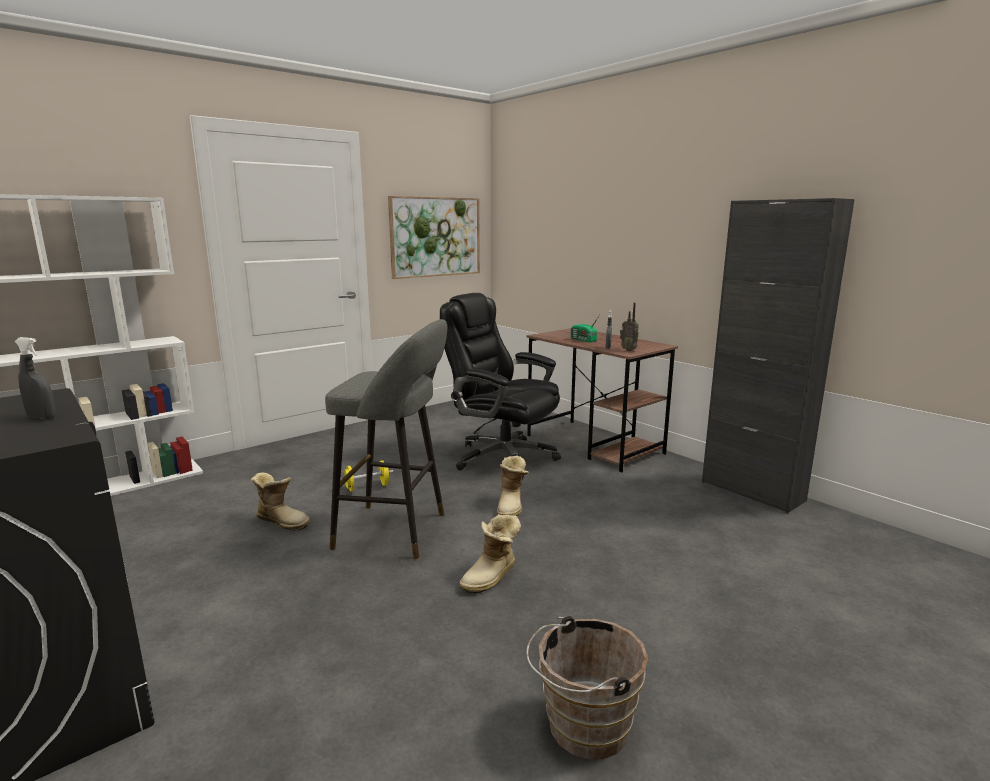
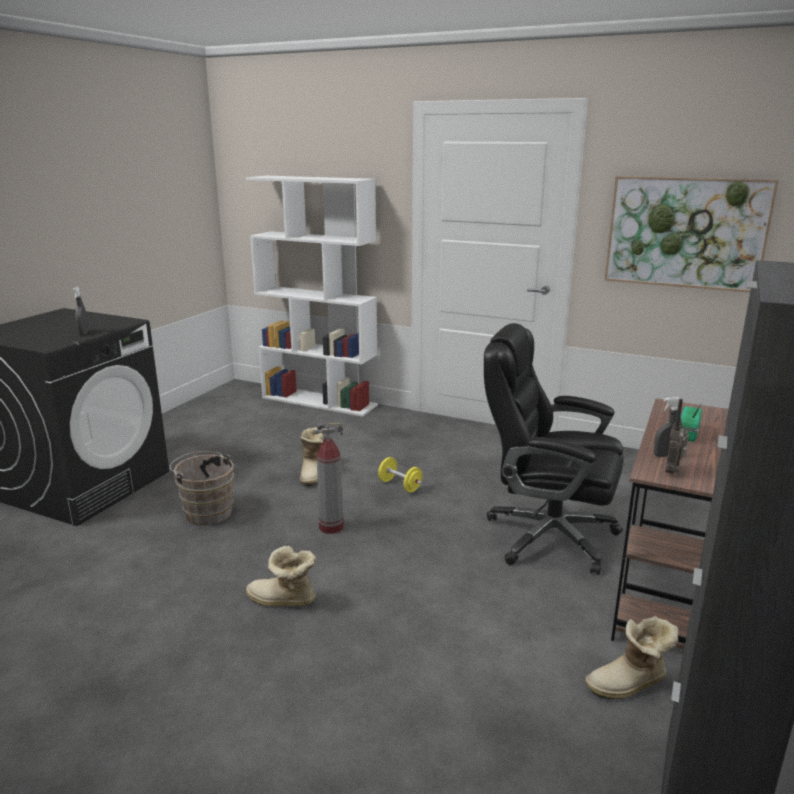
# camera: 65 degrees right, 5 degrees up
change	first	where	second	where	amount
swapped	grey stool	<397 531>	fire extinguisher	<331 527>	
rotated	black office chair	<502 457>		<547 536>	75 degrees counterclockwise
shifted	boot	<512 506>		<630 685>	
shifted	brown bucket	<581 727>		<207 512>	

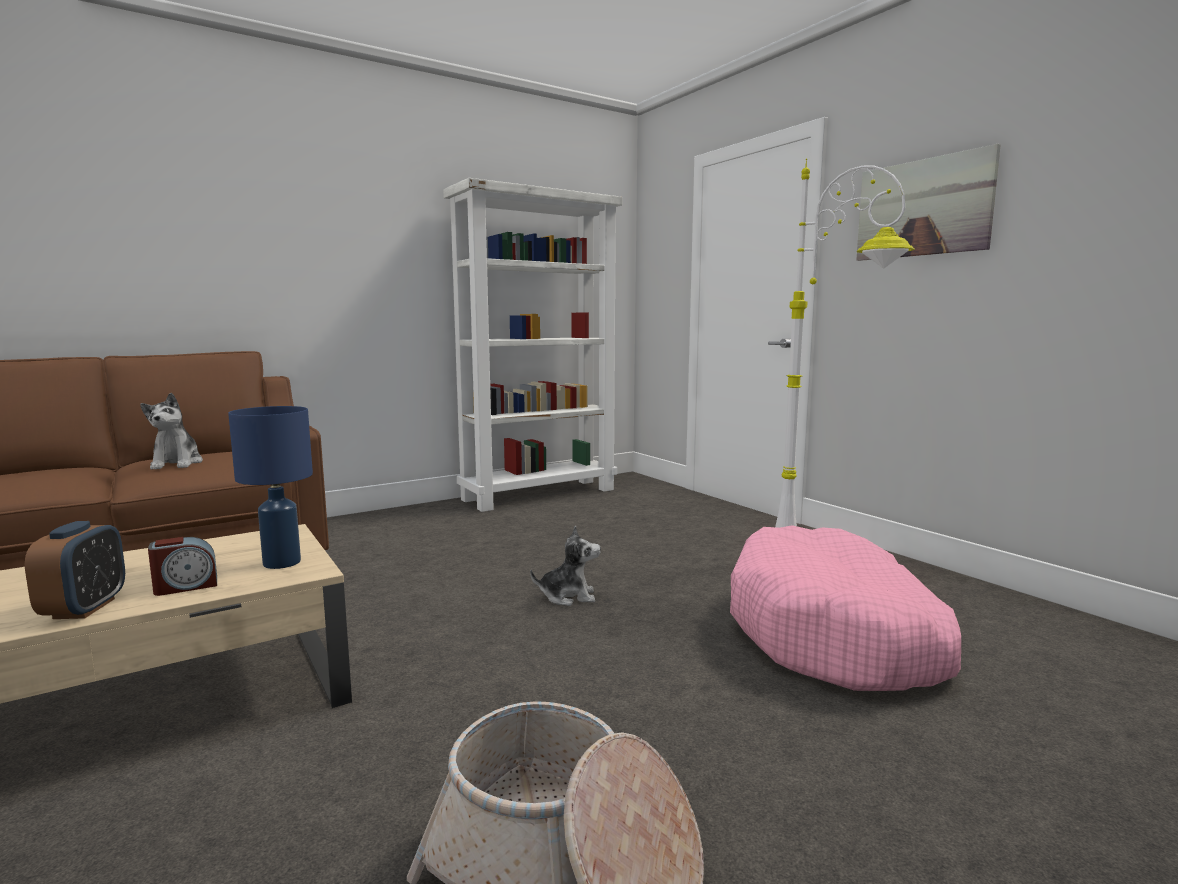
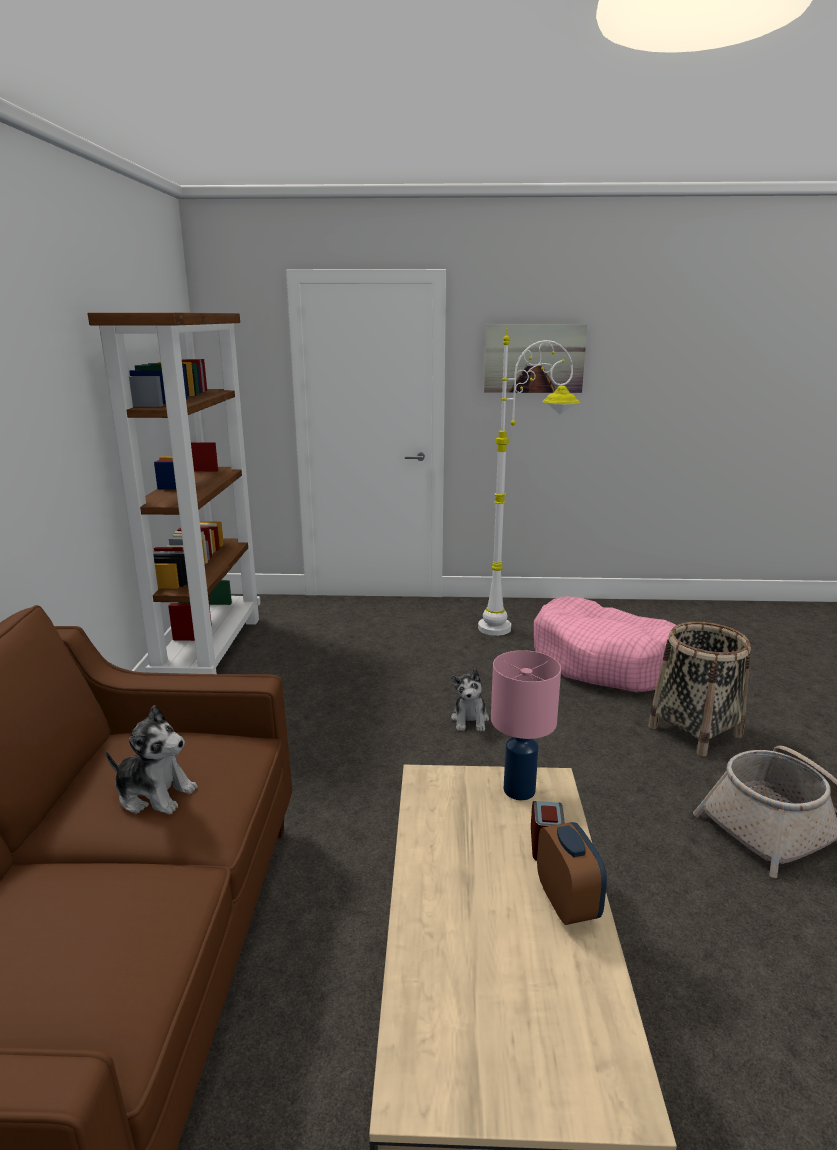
# camera: 55 degrees left, 10 degrees up
change	first	where	second	where	amount
rotated	alarm clock	<84 608>		<567 903>	45 degrees clockwise
repainted	blue table lamp	<282 562>	pink table lamp	<518 790>	
repainted	white bookcase	<540 494>	brown bookcase	<210 651>	
rotated	plush toy	<568 596>		<470 720>	150 degrees clockwise
new			basket	<695 731>	

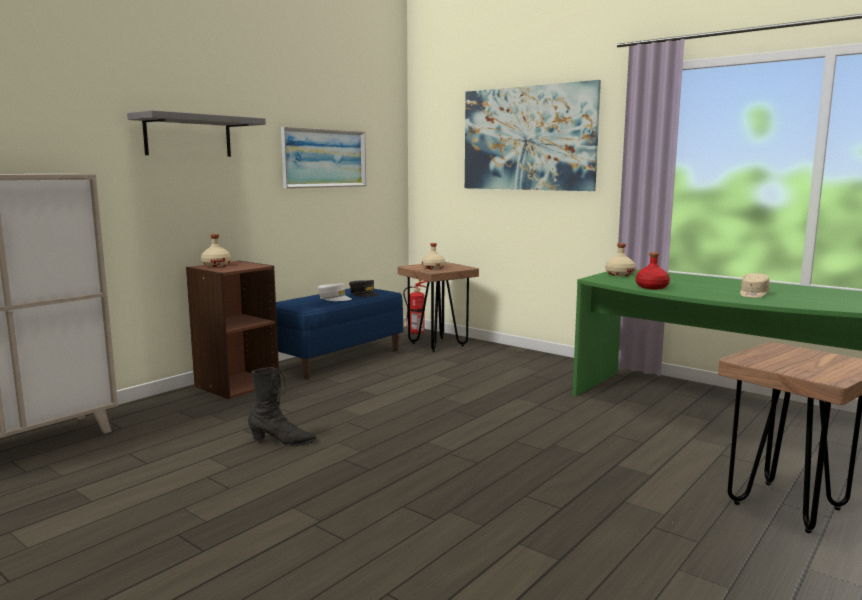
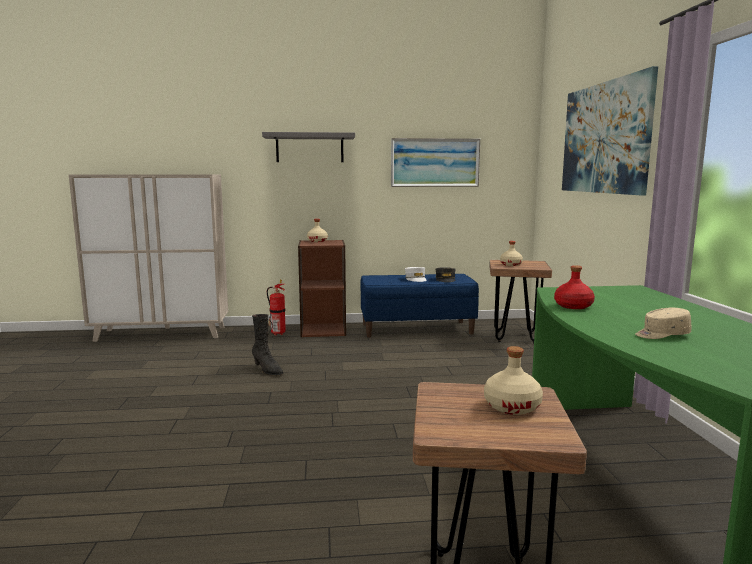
# camera: 45 degrees right, 0 degrees up
change	first	where	second	where	amount
shifted	fire extinguisher	<415 333>		<277 333>	
shifted	beige bottle	<619 274>		<512 406>	

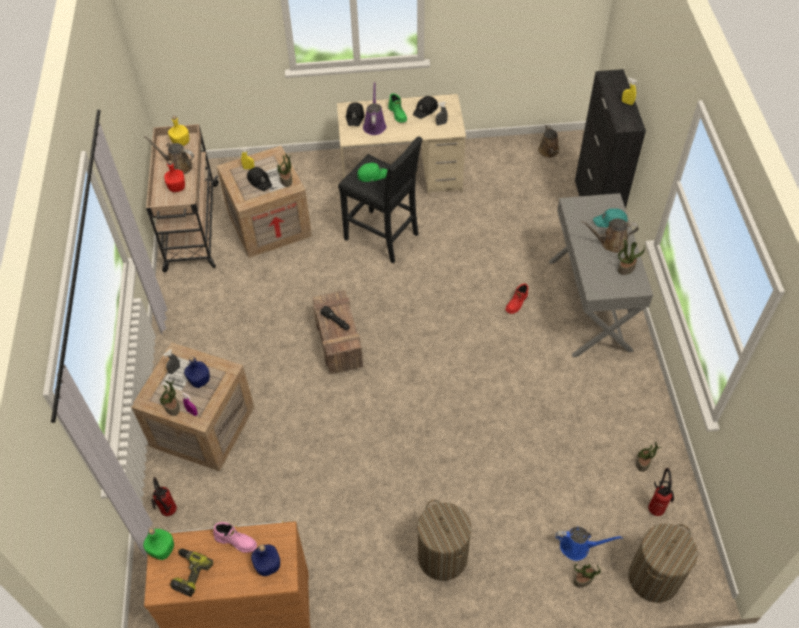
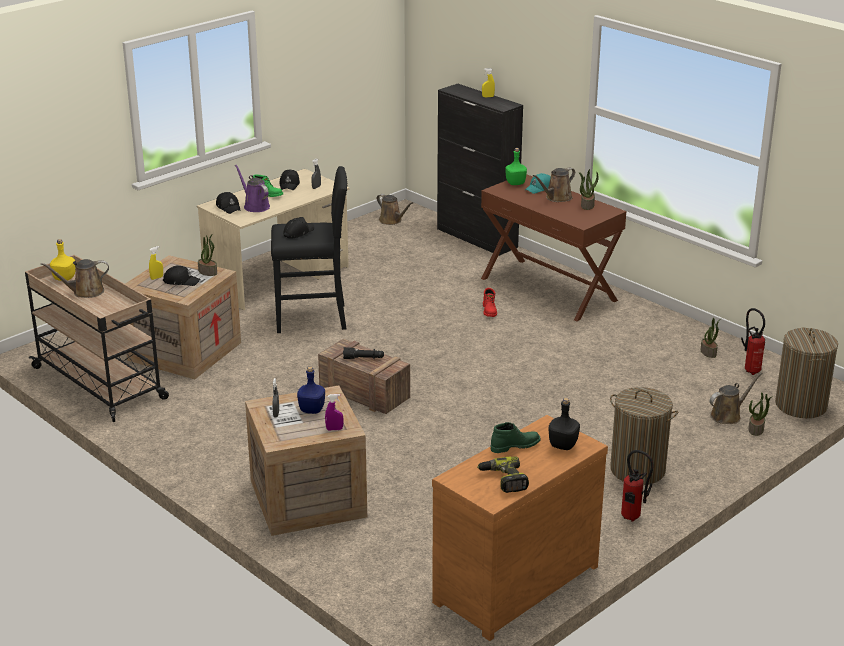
# camera: 40 degrees left, 25 degrees down
change	first	where	second	where	amount
shifted	green bottle	<162 550>		<515 183>	
shifted	fire extinguisher	<168 513>		<633 519>	
gone	potted plant	<172 407>			
gone	red bottle	<177 188>			
repainted	pink boot	<236 541>	green boot	<515 445>	
repainted	blue bottle	<267 566>	black bottle	<563 445>	
repainted	green cap	<372 175>	black cap	<298 232>	
repainted	grey console table	<590 304>	brown console table	<549 289>	
repainted	blue watering can	<578 547>	brown watering can	<728 415>	

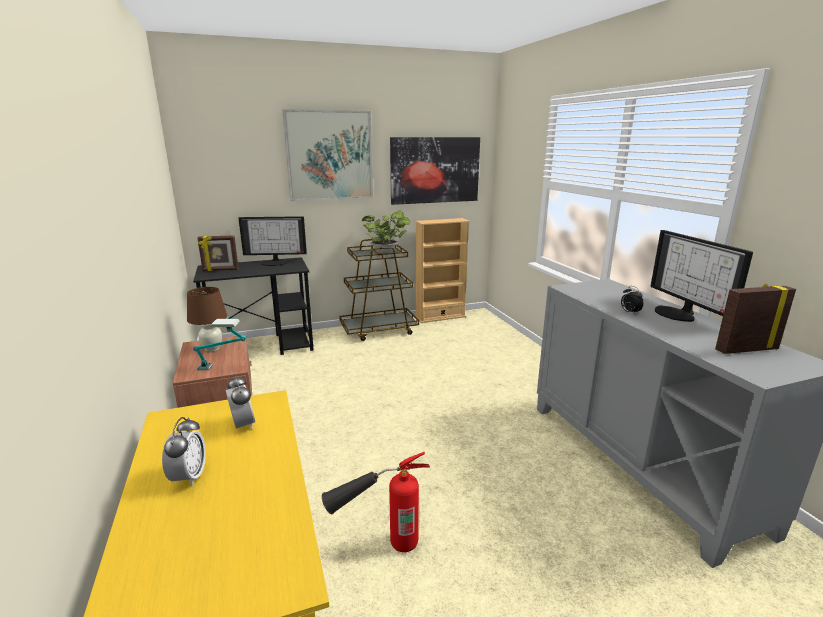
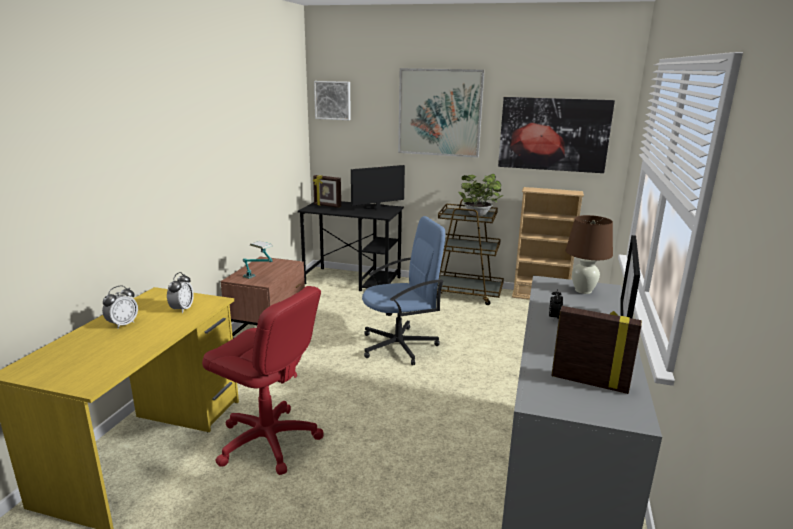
# camera: 35 degrees right, 0 degrees up
change	first	where	second	where	amount
shifted	brown table lamp	<212 348>		<583 290>	
rotated	monitor	<275 262>		<374 207>	120 degrees clockwise
swapped	fire extinguisher	<377 544>	red office chair	<268 441>	
new			picture	<333 100>	
new			blue office chair	<400 346>	

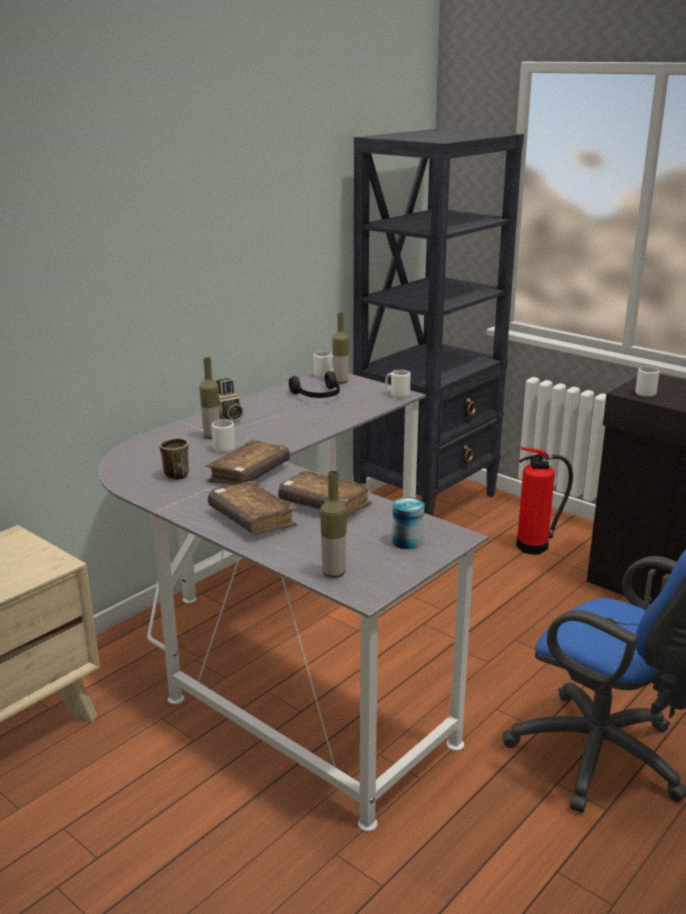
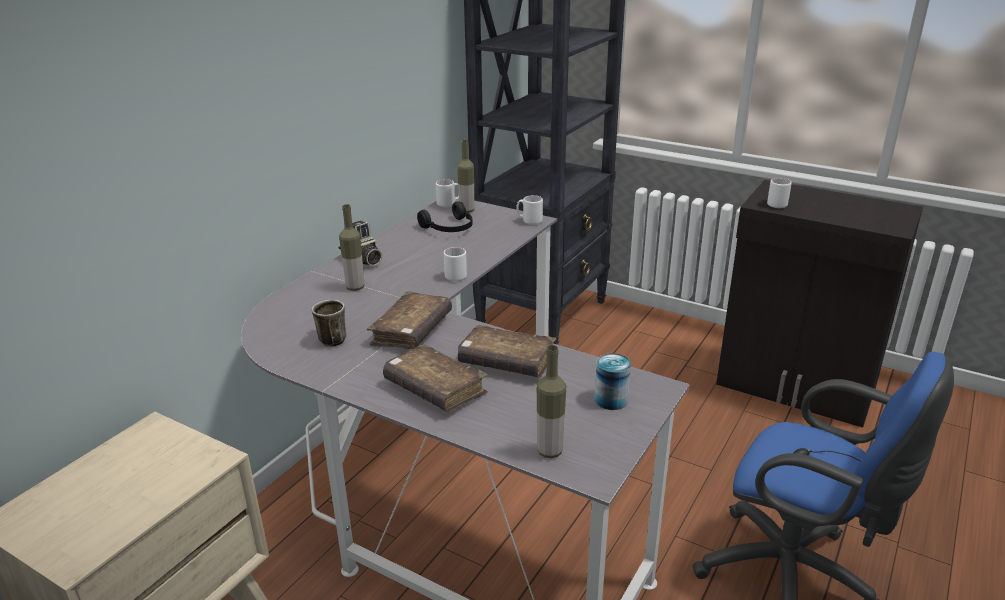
# camera: 10 degrees left, 5 degrees up
change	first	where	second	where	amount
shifted	white mug	<225 448>		<456 275>	
gone	fire extinguisher	<535 546>			

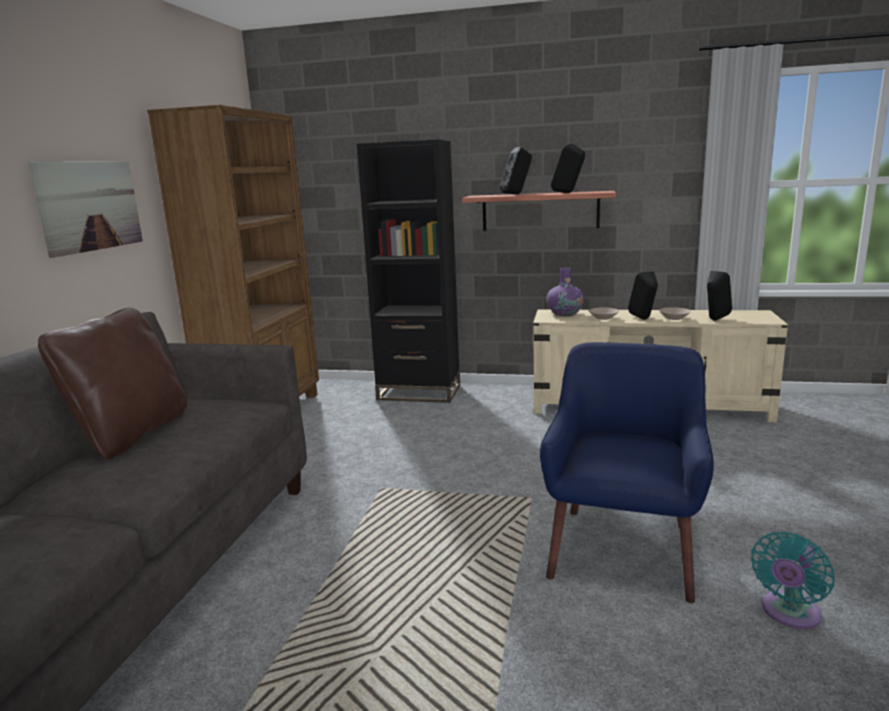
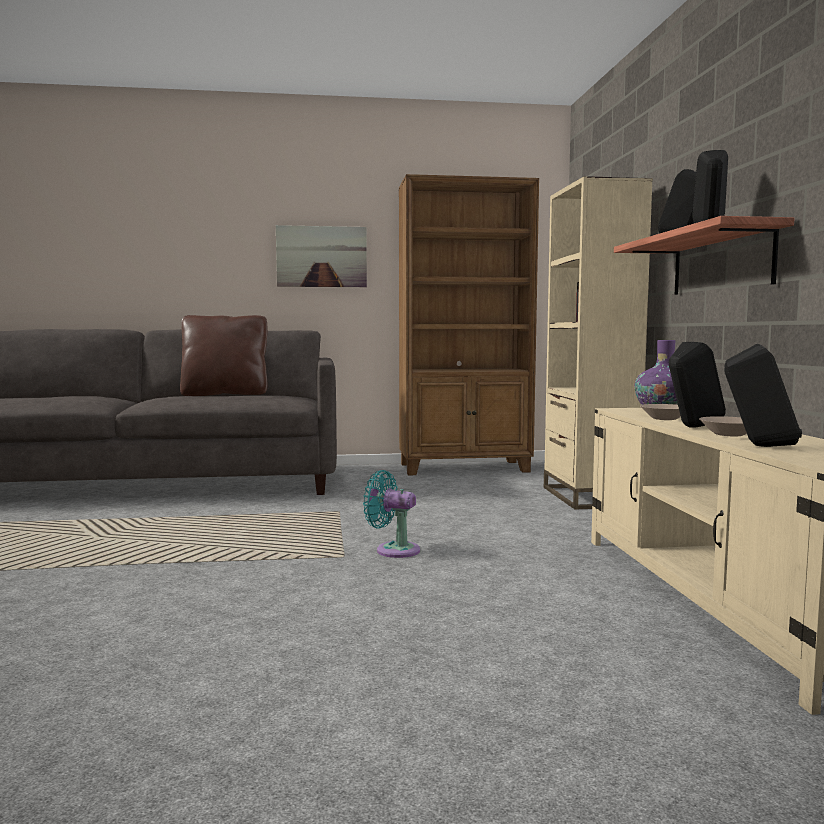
# camera: 70 degrees right, 10 degrees down
change	first	where	second	where	amount
repainted	black bookcase	<419 392>	beige bookcase	<588 497>	
gone	blue armchair	<623 549>			
shifted	turquoise fan	<789 614>		<393 550>	

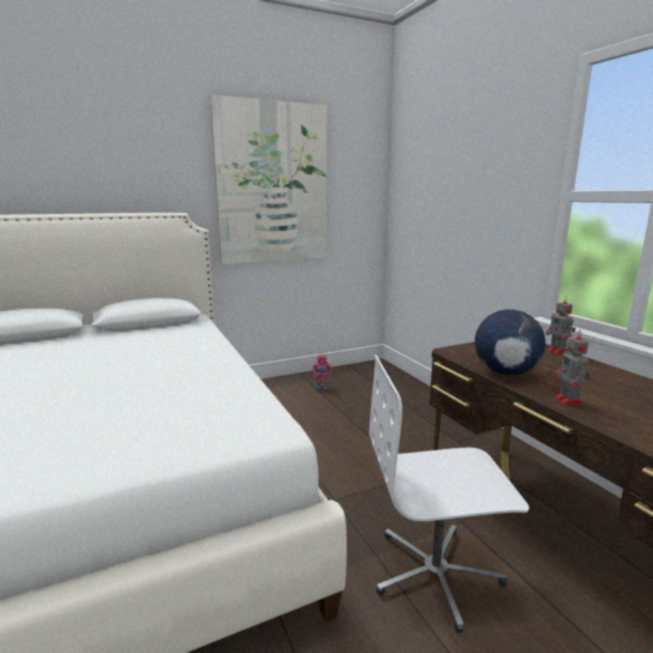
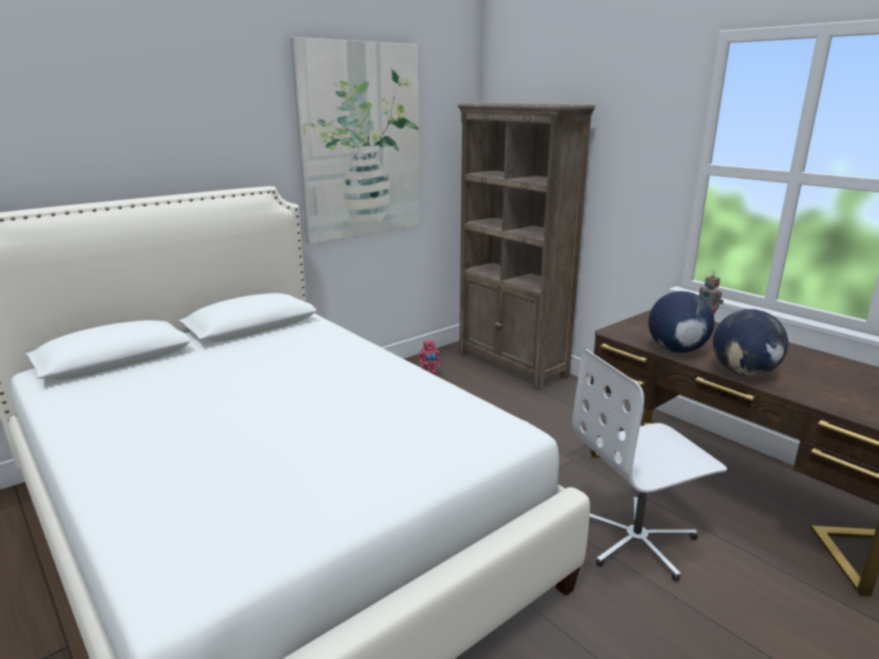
# camera: 15 degrees left, 5 degrees up
change	first	where	second	where	amount
swapped	toy robot	<569 402>	globe	<744 373>	
new			brown bookcase	<512 365>	

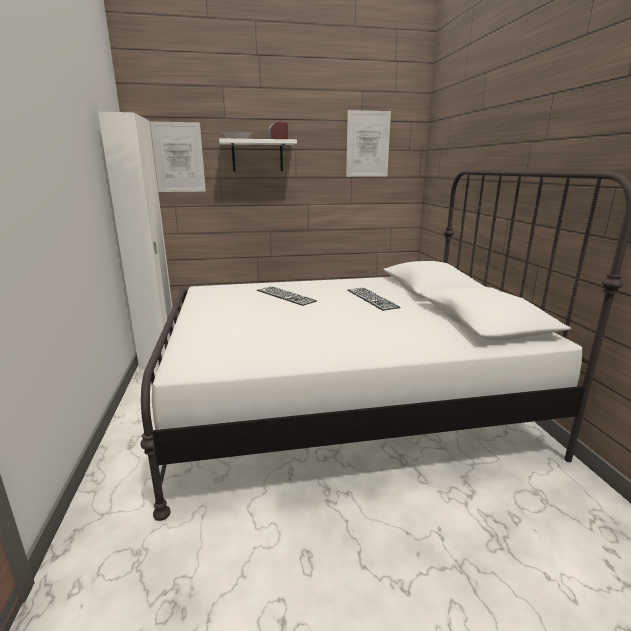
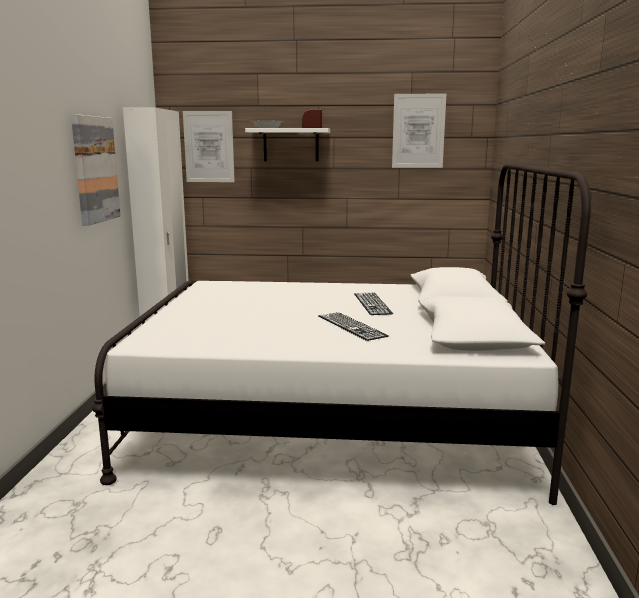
# camera: 15 degrees right, 5 degrees down
change	first	where	second	where	amount
shifted	keyboard	<285 295>		<351 326>	
new			picture	<94 169>	

